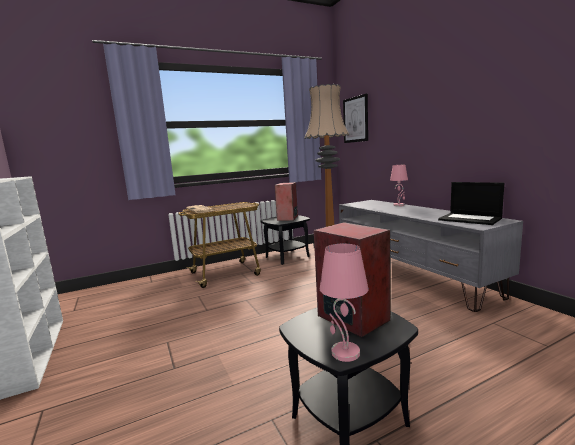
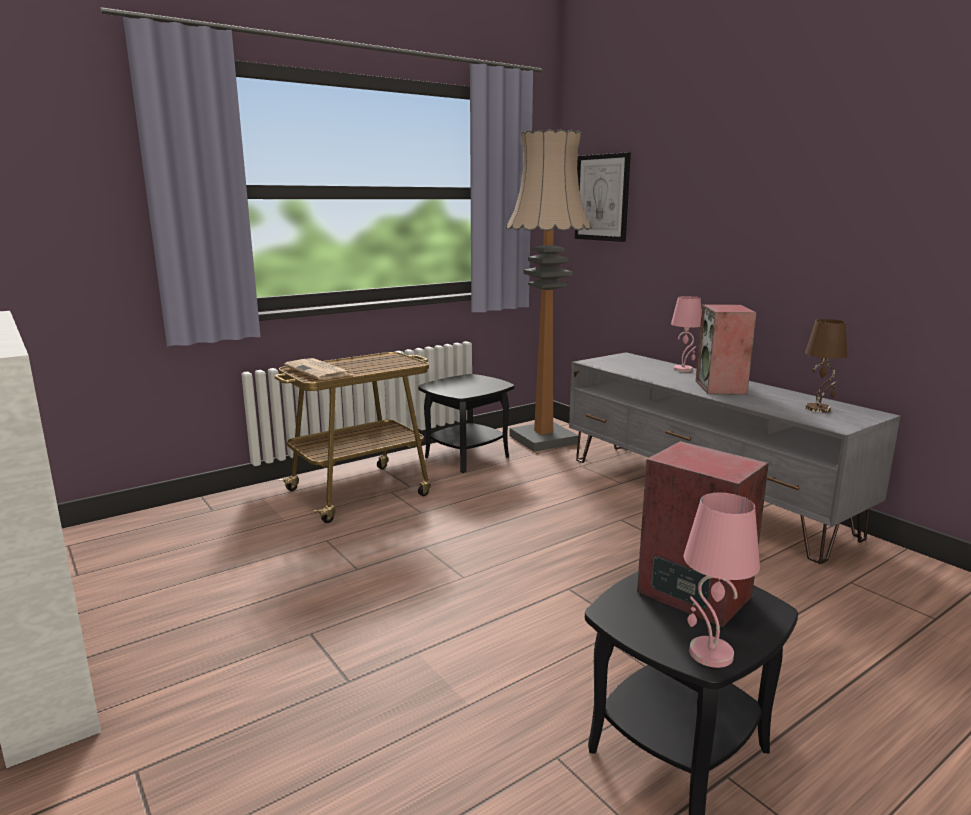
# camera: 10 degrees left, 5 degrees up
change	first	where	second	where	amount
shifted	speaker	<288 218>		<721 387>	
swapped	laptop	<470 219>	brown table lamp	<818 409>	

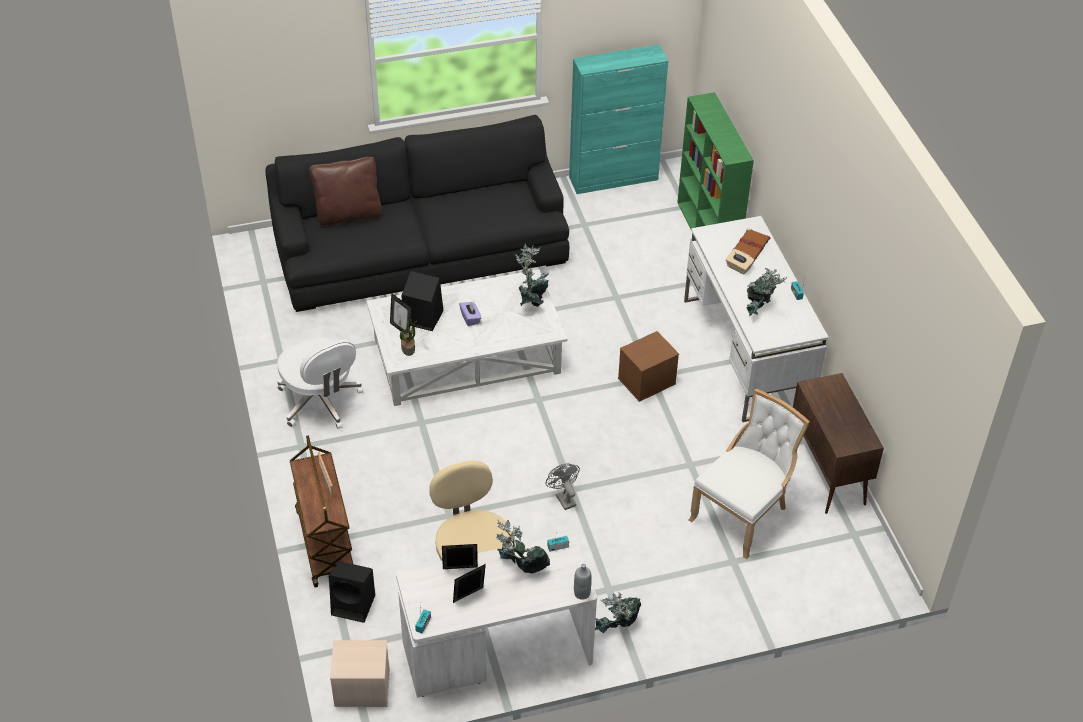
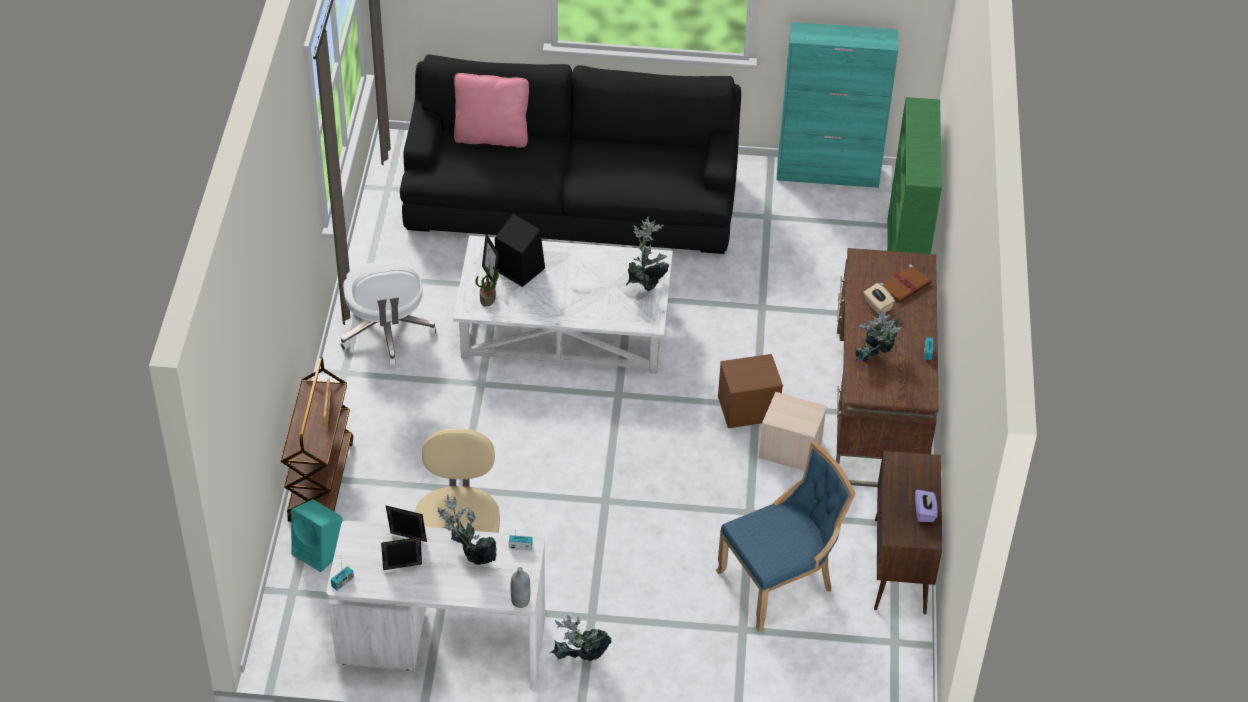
# camera: 20 degrees right, 0 degrees up
change	first	where	second	where	amount
repainted	brown pillow	<348 214>	pink pillow	<491 137>	
repainted	black speaker	<354 605>	turquoise speaker	<320 551>	
shifted	beige storage box	<361 688>		<789 449>	
shifted	purple tissue box	<470 318>		<924 512>	
gone	grey fan	<563 498>			
repainted	white desk	<746 353>	brown desk	<878 409>	
repainted	white chair	<743 514>	blue chair	<780 582>	

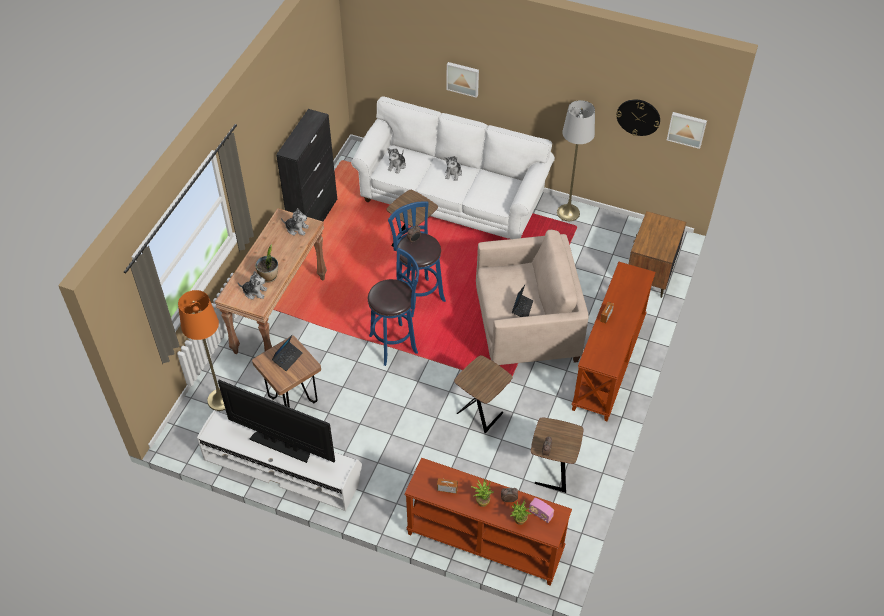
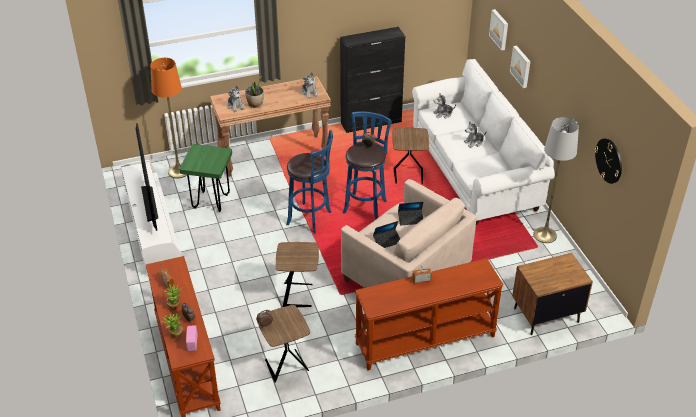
# camera: 50 degrees right, 10 degrees down
change	first	where	second	where	amount
repainted	brown stool	<293 401>	green stool	<211 201>	
shifted	laptop	<287 358>		<410 219>	
shifted	picture	<687 129>		<500 29>	

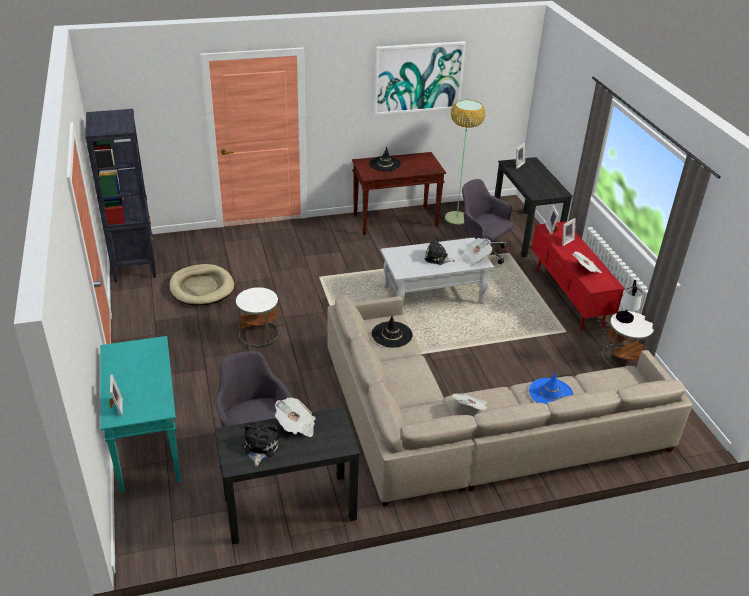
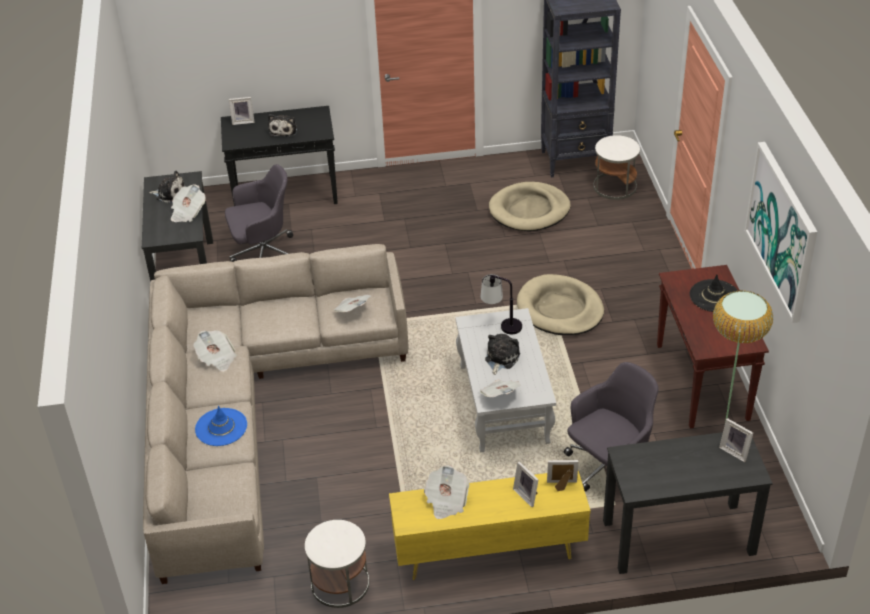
# camera: 100 degrees right, 5 degrees up
change	first	where	second	where	amount
repainted	turquoise console table	<147 445>	black console table	<286 194>	
shifted	white side table	<259 334>		<614 186>	
swapped	black hat	<392 334>	newspaper	<352 310>	
repainted	red tv stand	<568 298>	yellow tv stand	<489 554>	
shifted	table lamp	<624 323>		<501 325>	
new			plush toy	<284 130>	
new			beige dog bed	<560 309>	

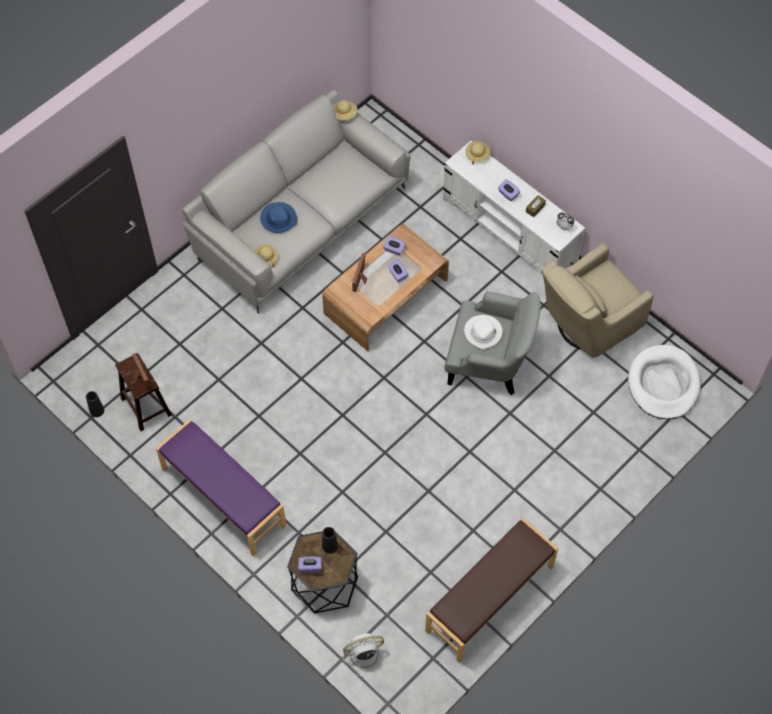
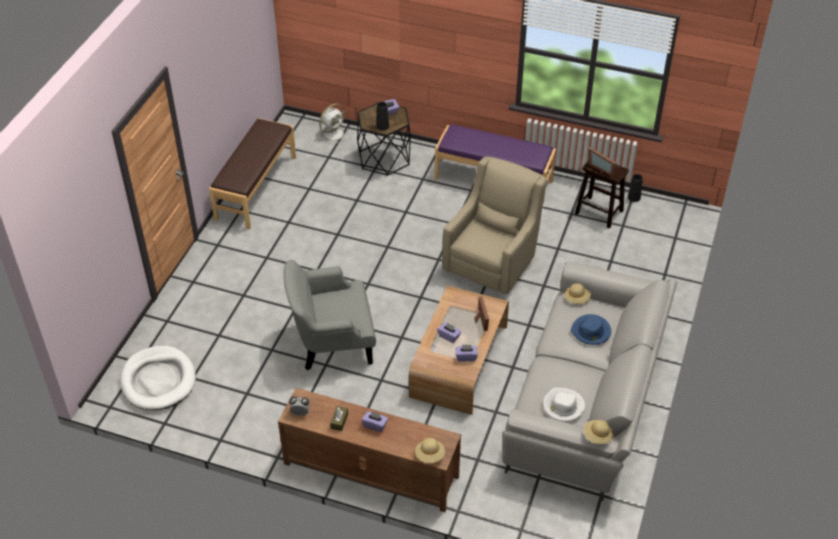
# camera: 155 degrees right, 15 degrees down
change	first	where	second	where	amount
repainted	white tv stand	<509 231>	brown tv stand	<370 470>	
shifted	white hat	<483 333>		<563 406>	
shifted	beige armchair	<586 325>		<493 262>	

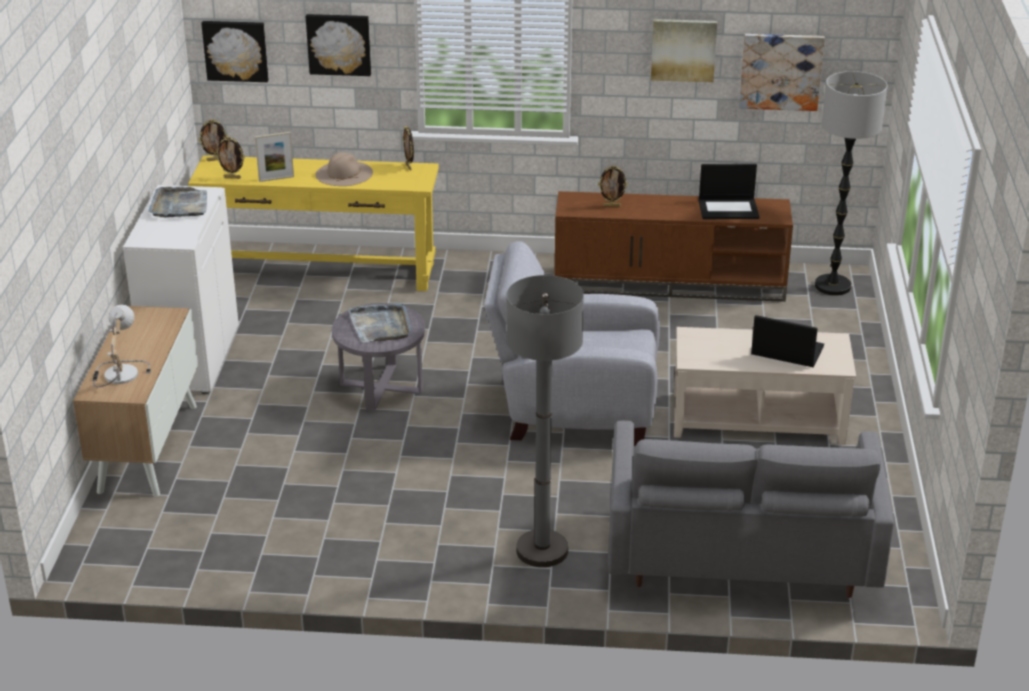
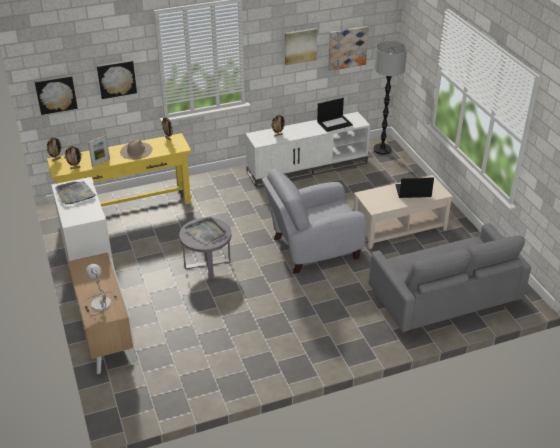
# camera: 25 degrees left, 5 degrees up
change	first	where	second	where	amount
gone	grey floor lamp	<542 550>			
repainted	brown tv stand	<670 283>	white tv stand	<307 167>	

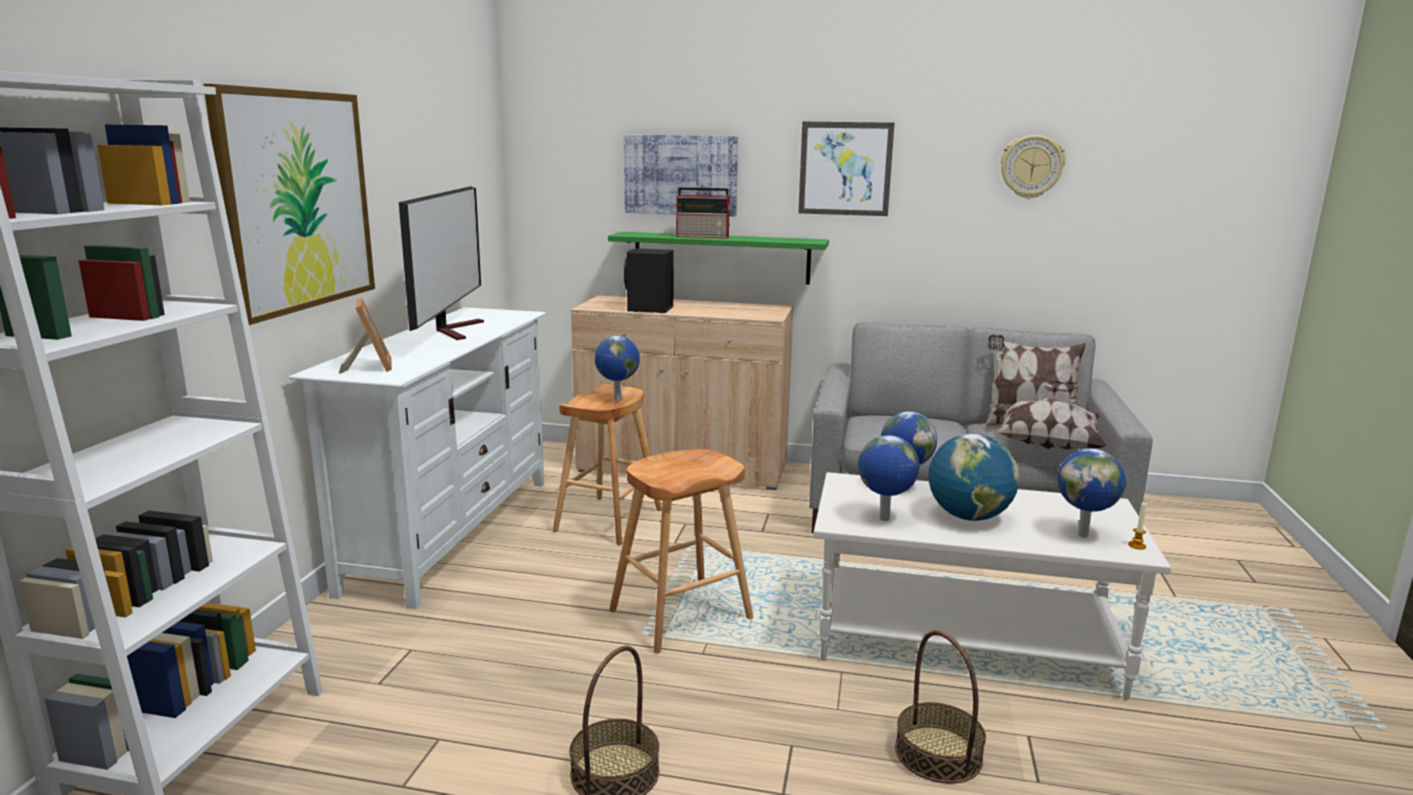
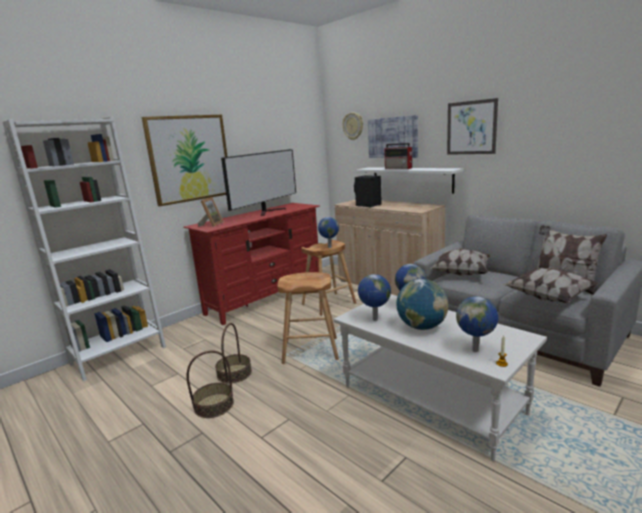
# camera: 35 degrees right, 0 degrees up
change	first	where	second	where	amount
repainted	white tv stand	<451 532>	red tv stand	<265 298>	
repainted	green shelf	<721 257>	white shelf	<411 179>	
shifted	basket	<938 754>		<234 373>	
shifted	wall clock	<1031 167>		<353 126>	
new			pillow	<460 273>	

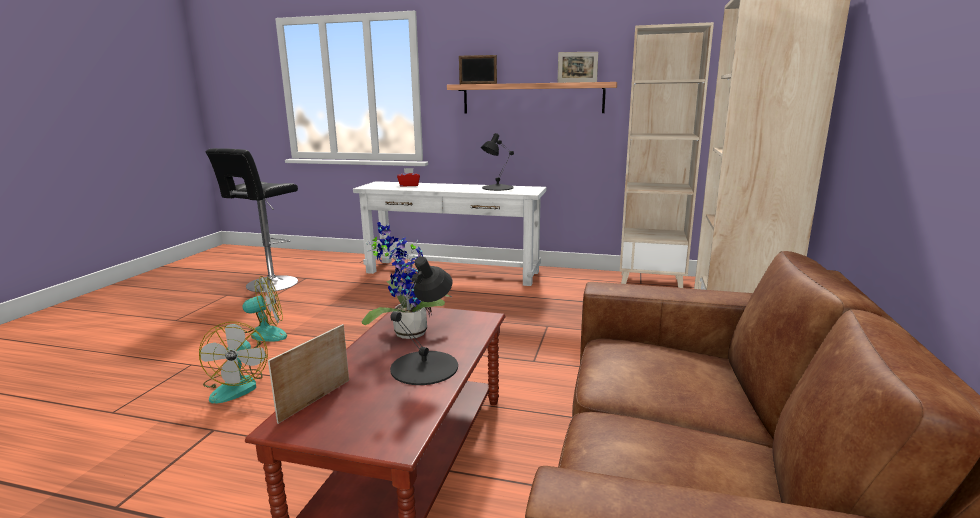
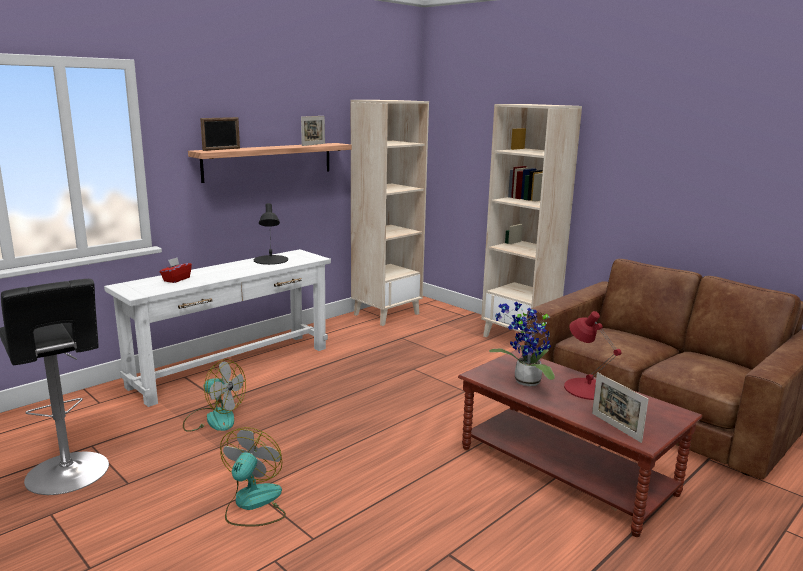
# camera: 60 degrees left, 0 degrees up
change	first	where	second	where	amount
shifted	fan	<237 386>		<213 419>	
repainted	black table lamp	<425 367>	red table lamp	<588 388>	

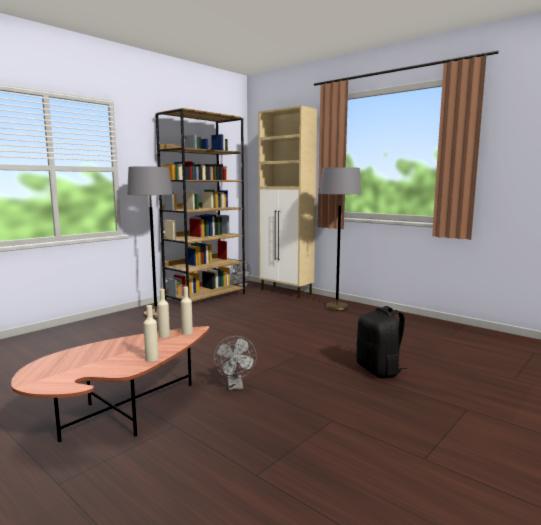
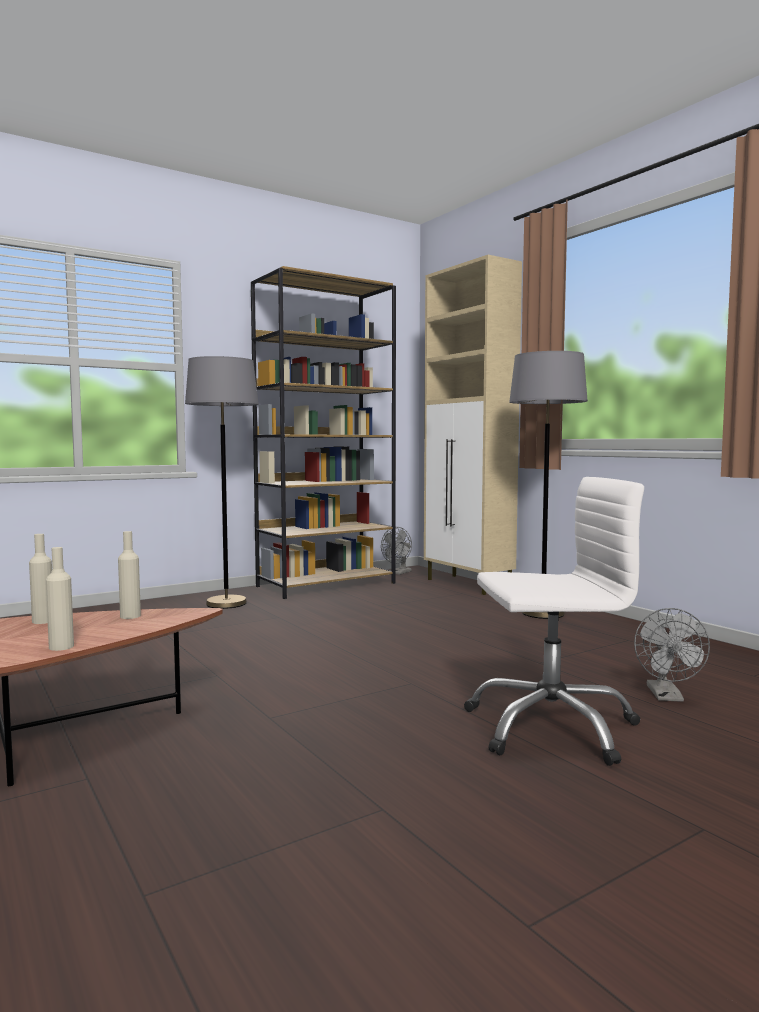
# camera: 15 degrees right, 5 degrees down
change	first	where	second	where	amount
shifted	beige bottle	<187 332>		<43 621>	
shifted	grey fan	<235 386>		<667 696>	
swapped	black backpack	<379 370>	white office chair	<550 726>	

